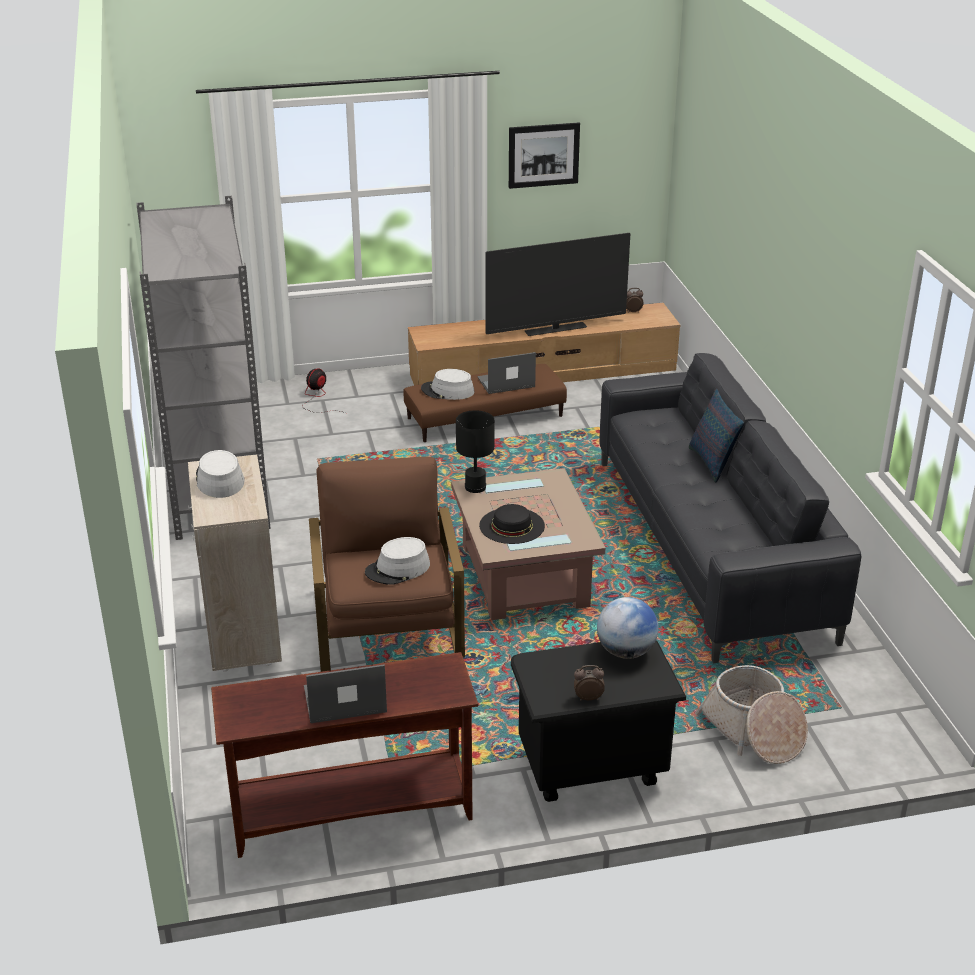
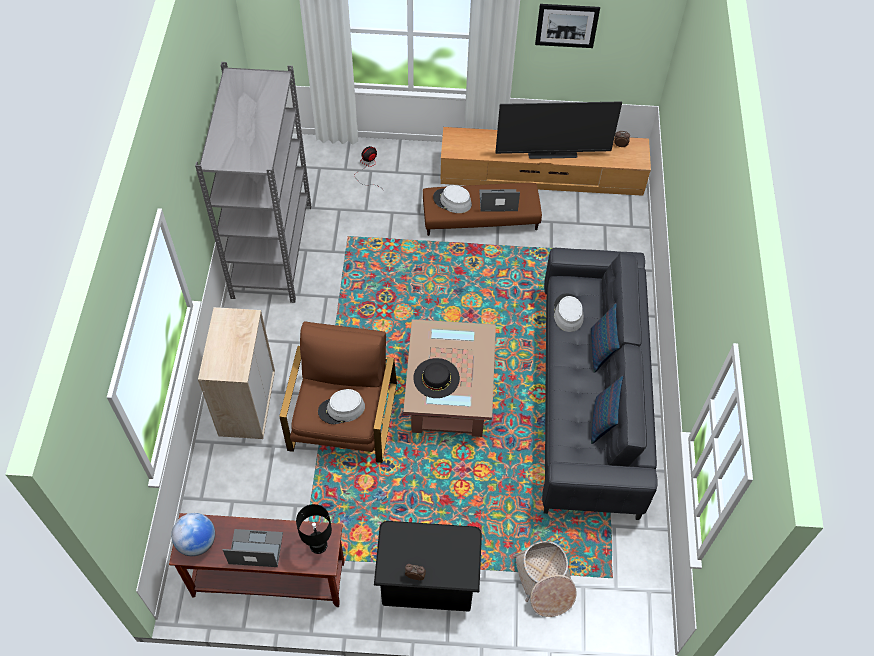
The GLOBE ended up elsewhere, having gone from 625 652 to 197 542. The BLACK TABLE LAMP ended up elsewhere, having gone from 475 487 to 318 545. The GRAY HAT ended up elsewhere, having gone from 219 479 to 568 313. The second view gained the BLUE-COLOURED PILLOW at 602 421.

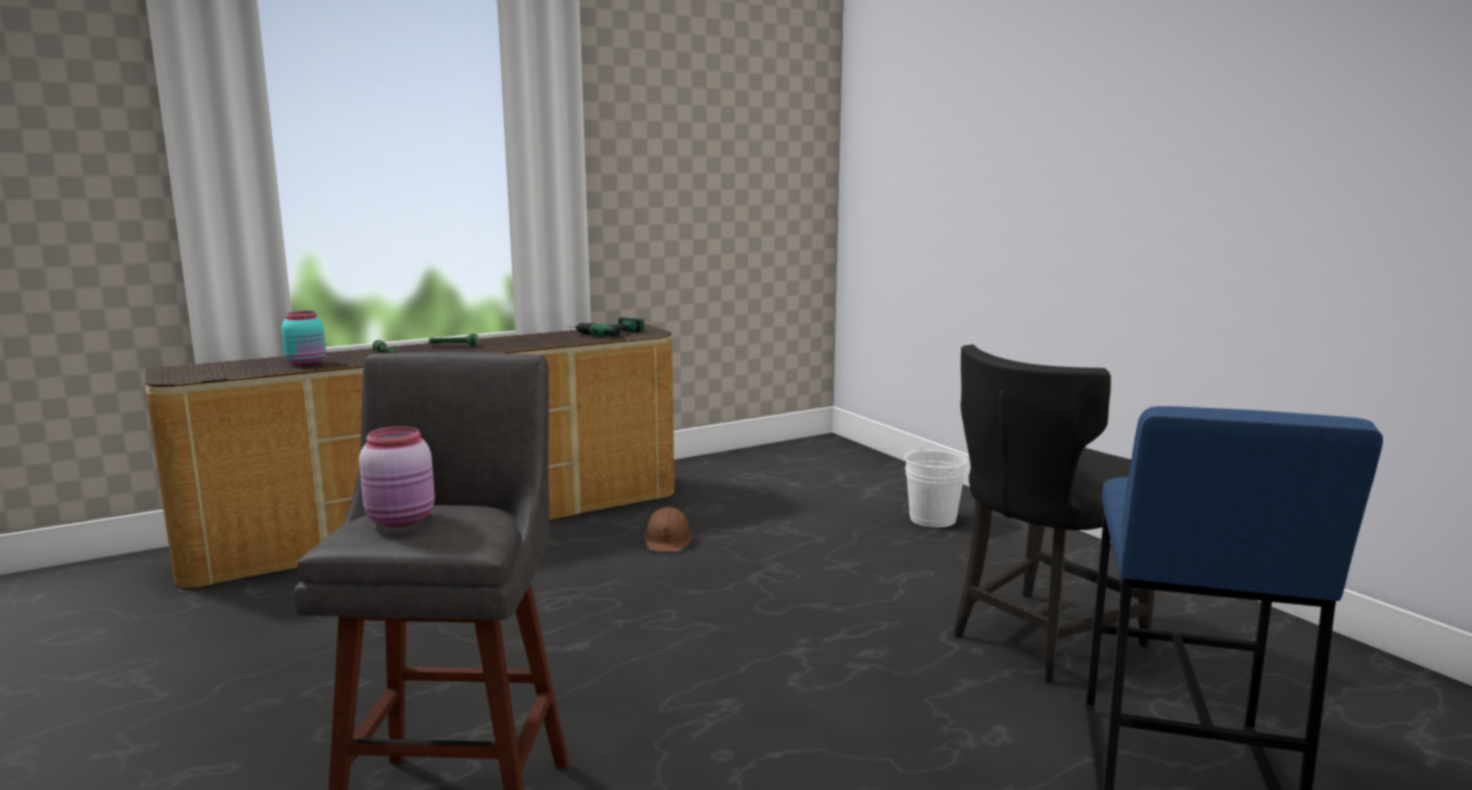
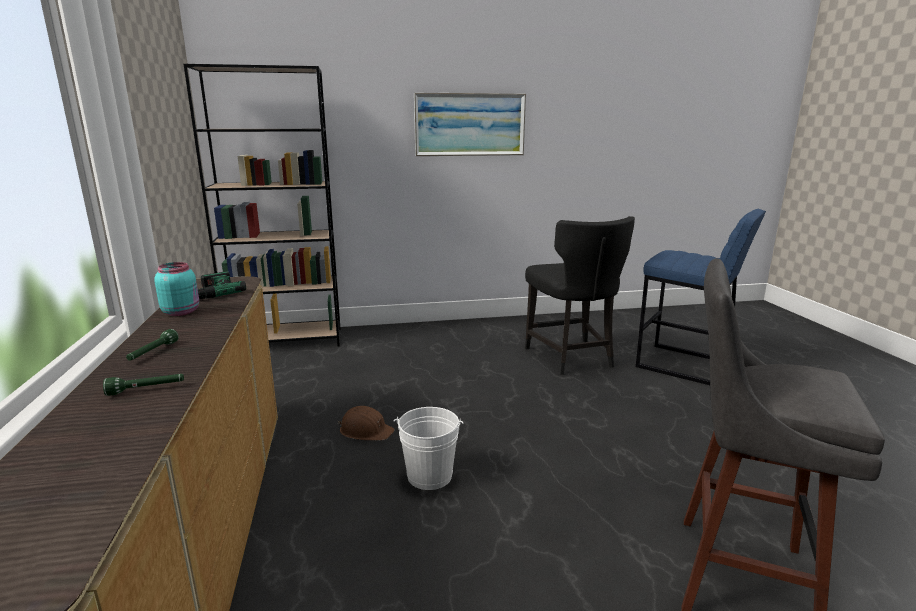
The TURQUOISE PRESERVE JAR ended up elsewhere, having gone from 307 363 to 182 312. The second view gained the SAND-COLOURED SHELVING UNIT at 287 340. The WHITISH WATER BUCKET ended up elsewhere, having gone from 932 519 to 429 475. The second view gained the PICTURE at 469 124. The second view lost the PINK PRESERVE JAR at 402 520.

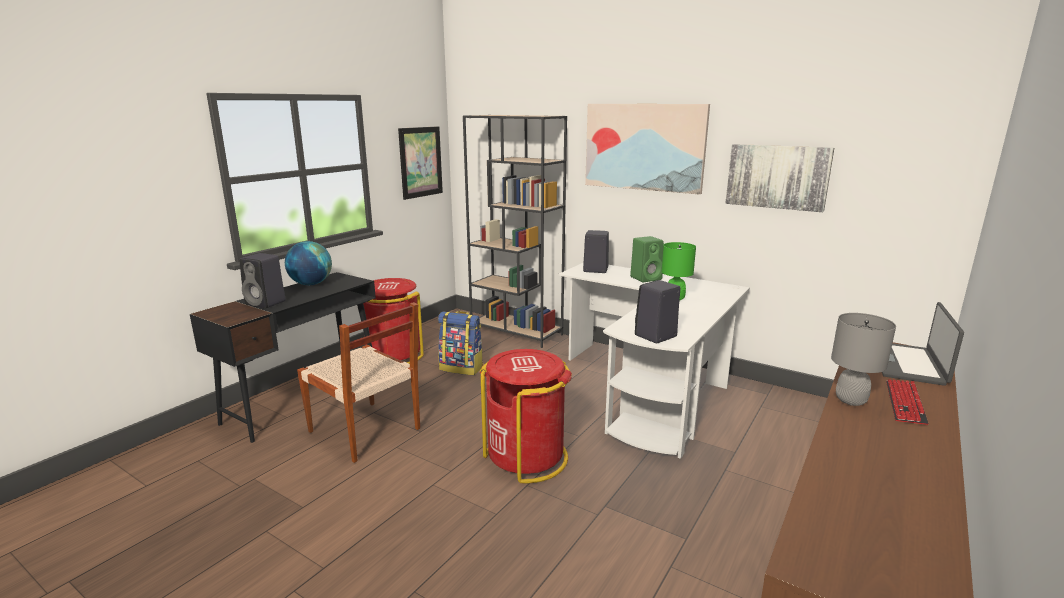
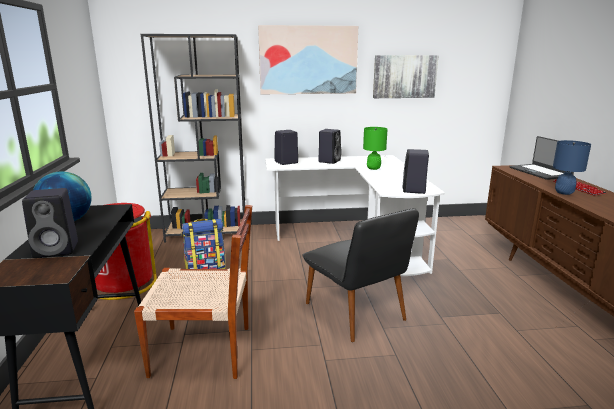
Where the RED TRASH CAN stood at 527 457, the BLACK CHAIR came to stand at 354 311. What was the GREENISH SPEAKER at 646 278 turned into the BLACK SPEAKER at 329 161. What was the GRAY TABLE LAMP at 851 401 turned into the BLUE-COLOURED TABLE LAMP at 564 193. The second view lost the PICTURE at 420 162.

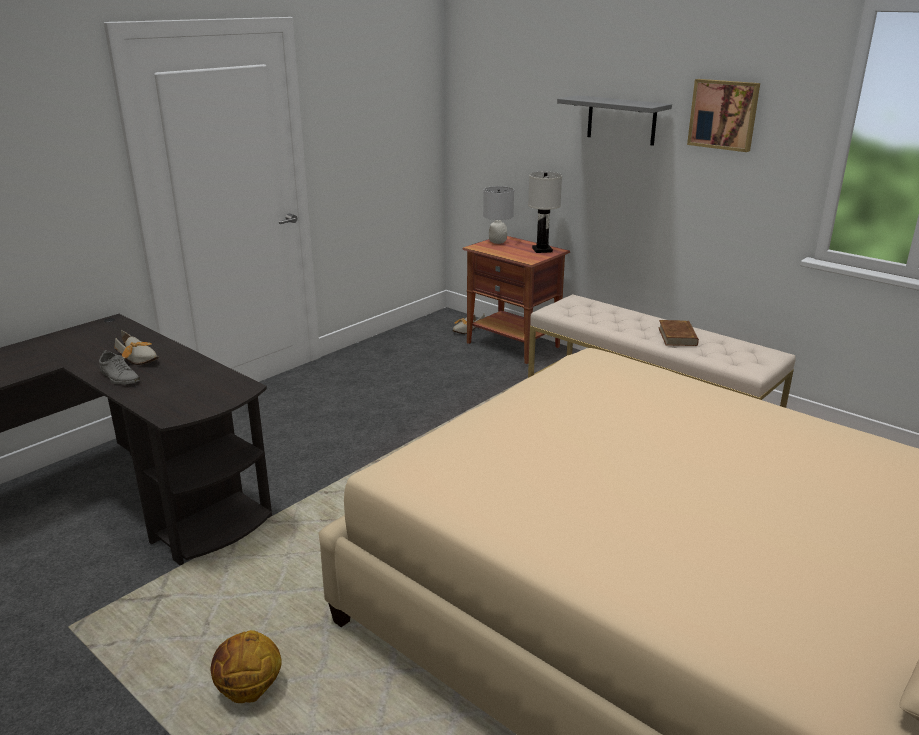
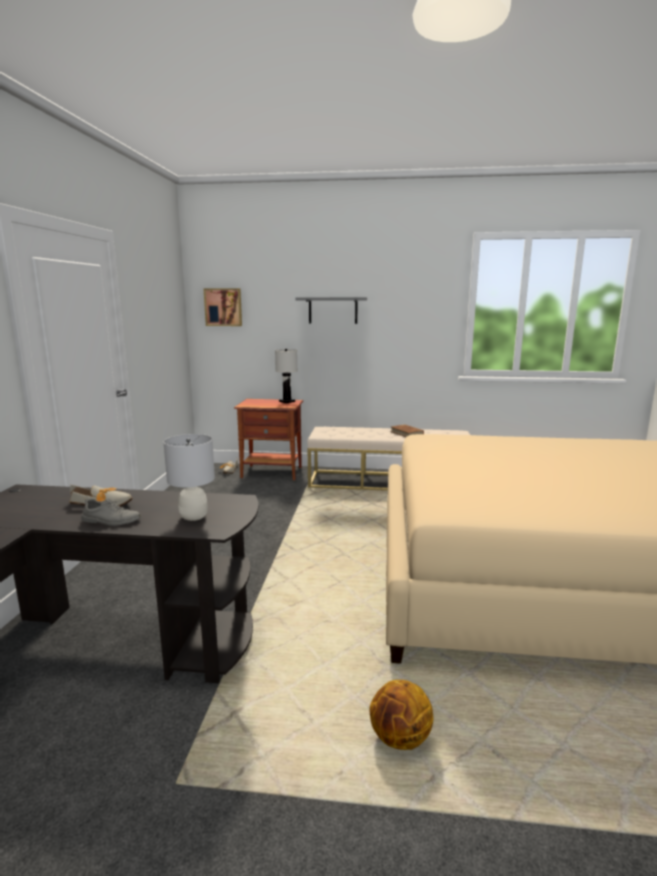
The GRAY TABLE LAMP ended up elsewhere, having gone from 497 242 to 193 518. The PICTURE ended up elsewhere, having gone from 724 114 to 223 307.

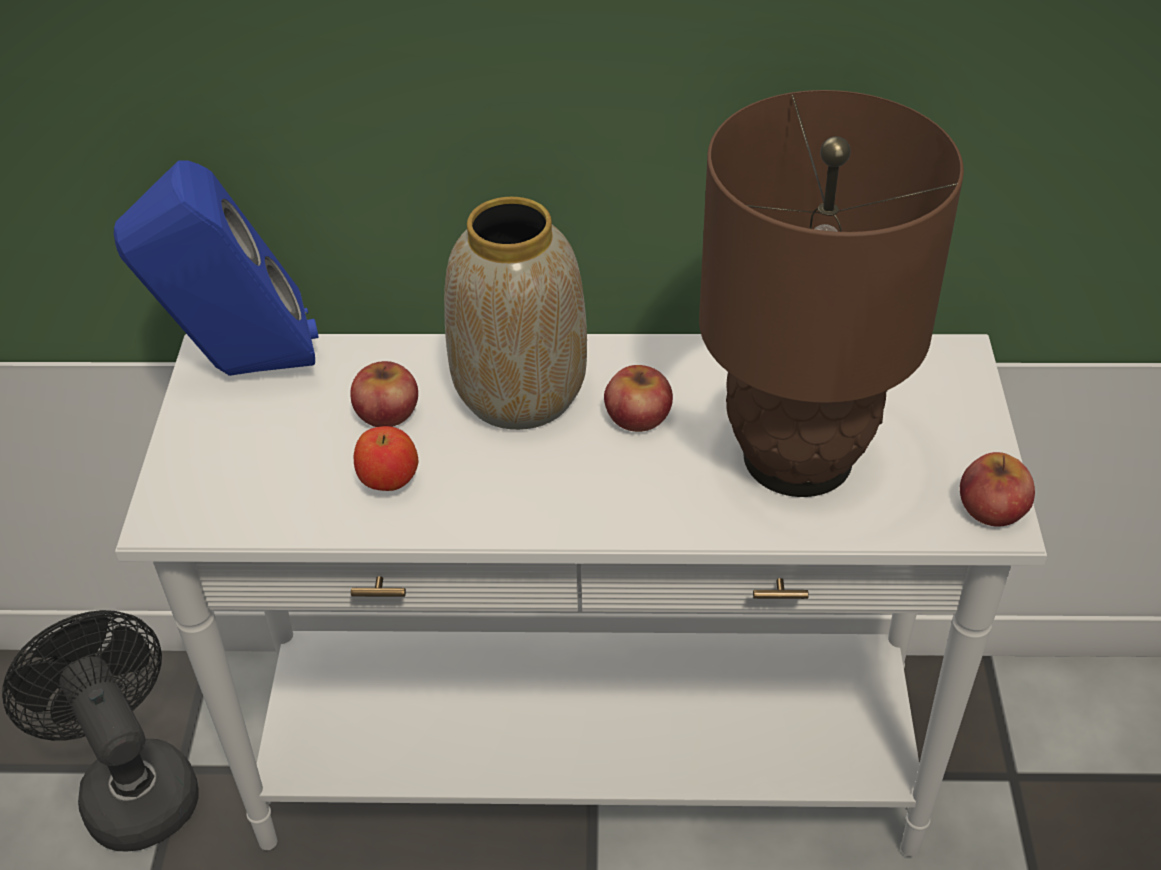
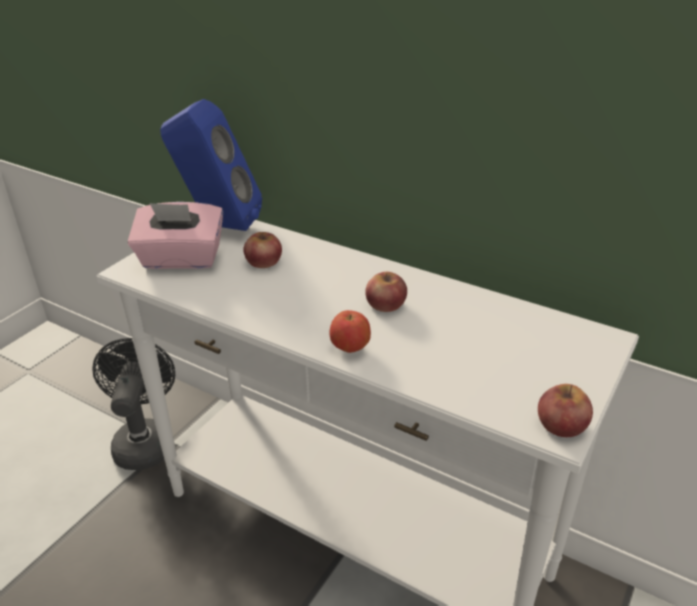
The second view gained the PINK BOX OF TISSUES at 181 259. The APPLE FRUIT ended up elsewhere, having gone from 389 481 to 350 348. The second view lost the VASE at 522 393. The second view lost the BROWNISH TABLE LAMP at 796 457.

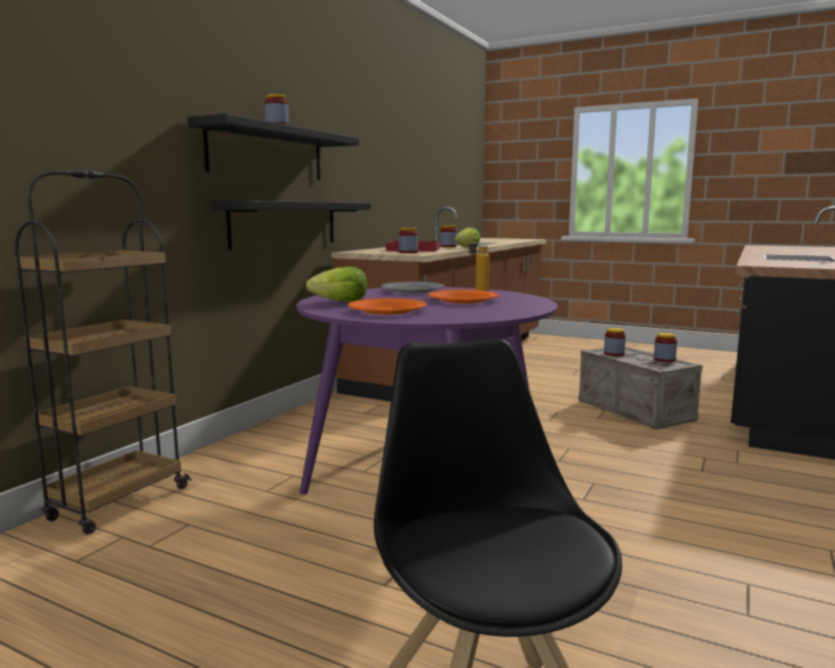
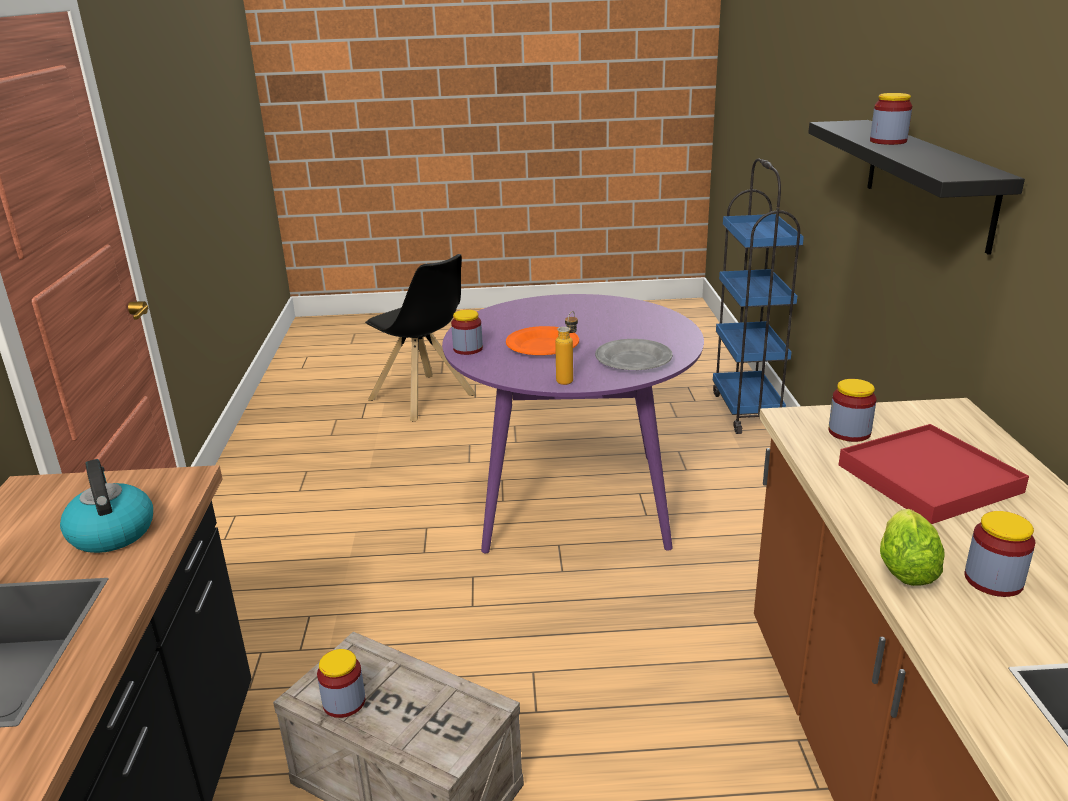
The second view gained the TEA KETTLE at 111 532. The PRESERVE JAR ended up elsewhere, having gone from 614 354 to 468 349. What was the BROWNISH CART at 118 504 turned into the BLUE-COLOURED CART at 747 412. The second view lost the BLACK SHELF at 285 224. The second view lost the LETTUCE HEAD at 340 302. The second view lost the ORANGE PLATE at 387 311.

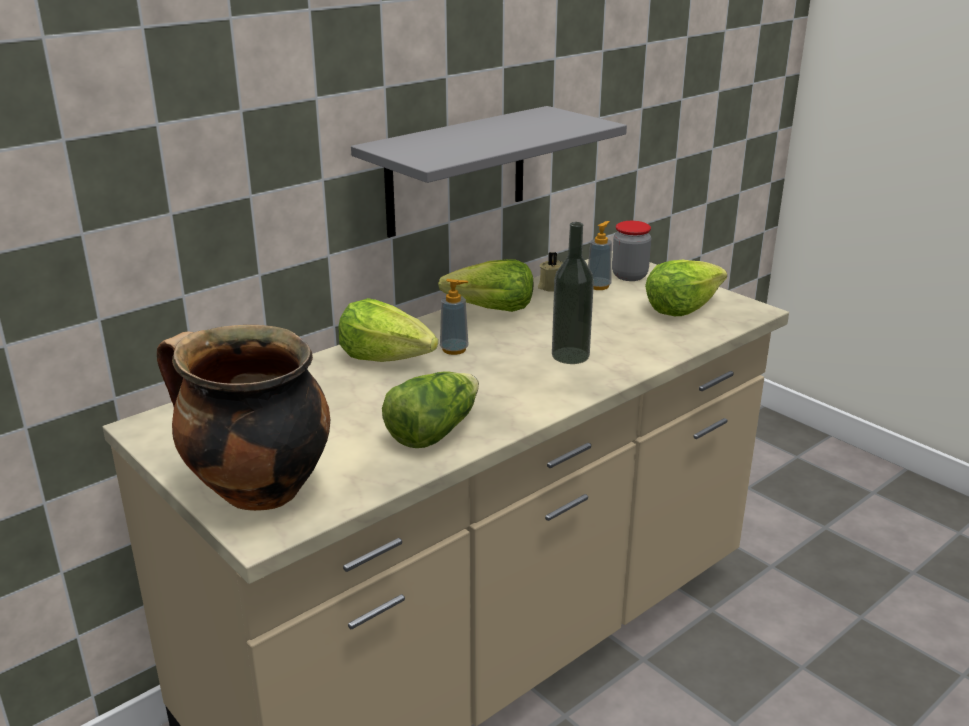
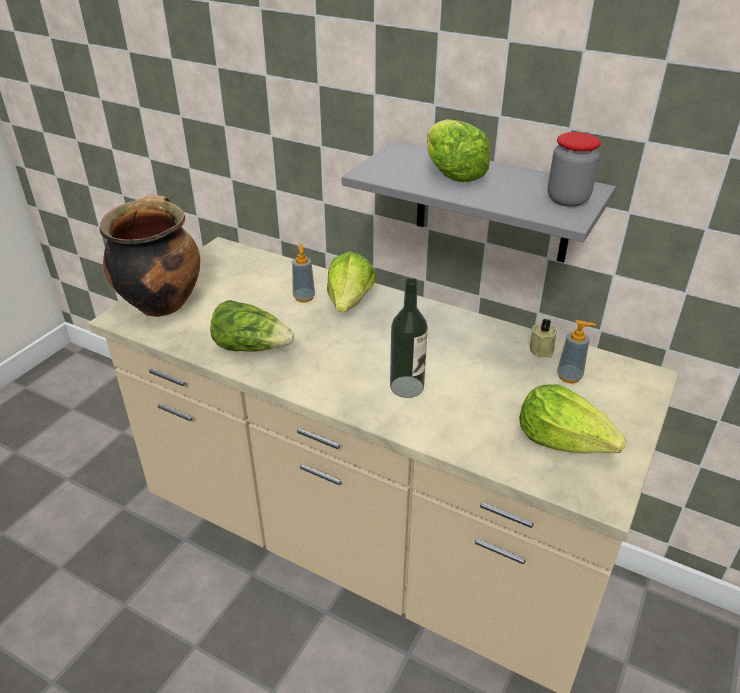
The SOAP DISPENSER ended up elsewhere, having gone from 454 349 to 304 297. The LETTUCE HEAD ended up elsewhere, having gone from 490 310 to 451 172. The PRESERVE JAR ended up elsewhere, having gone from 629 276 to 567 199.

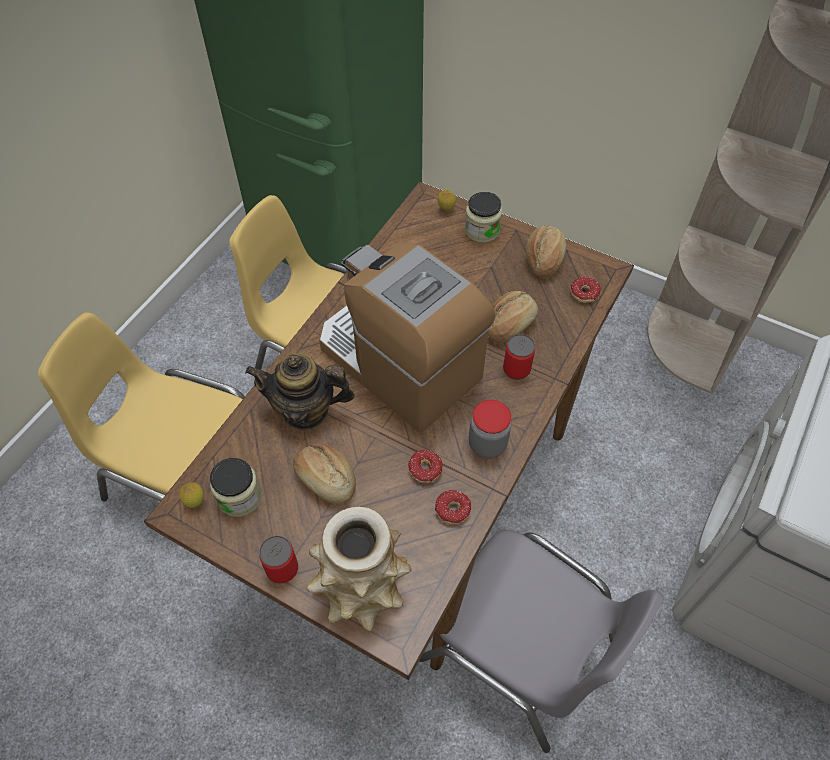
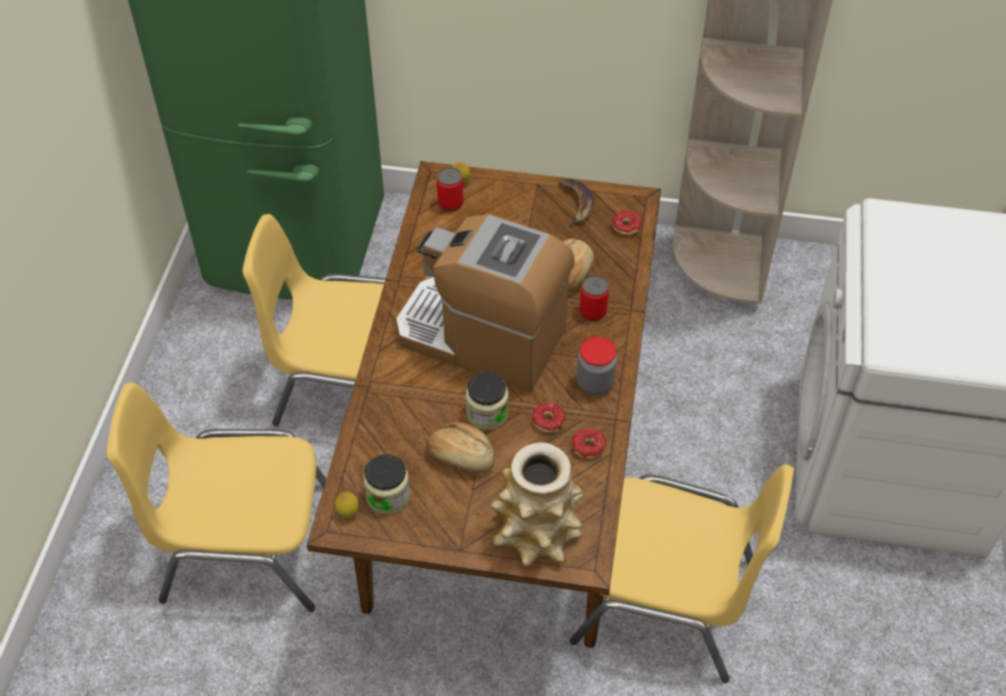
The METAL CAN ended up elsewhere, having gone from 282 569 to 450 203. The PRESERVE JAR ended up elsewhere, having gone from 482 230 to 487 413. Where the BREAD stood at 543 259, the WHOLE BANANA came to stand at 575 205. What was the GRAY CHAIR at 521 650 turned into the YELLOW CHAIR at 668 601. The second view lost the POT FOR TEA at 305 411.

